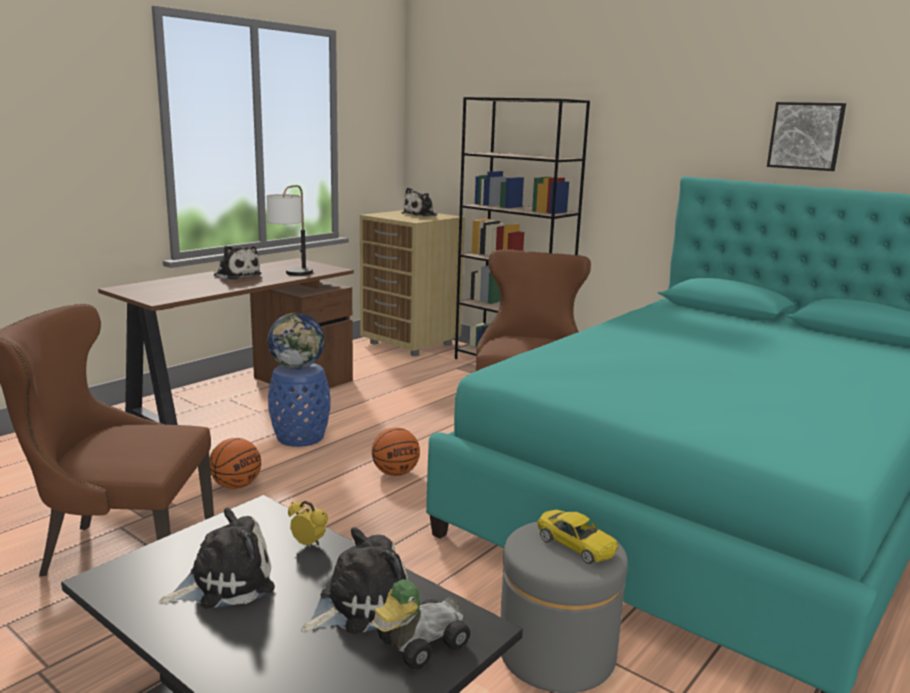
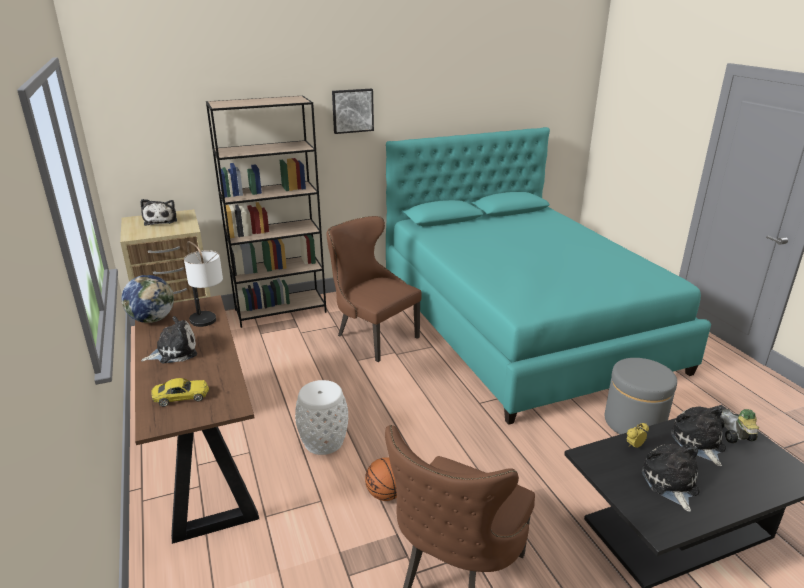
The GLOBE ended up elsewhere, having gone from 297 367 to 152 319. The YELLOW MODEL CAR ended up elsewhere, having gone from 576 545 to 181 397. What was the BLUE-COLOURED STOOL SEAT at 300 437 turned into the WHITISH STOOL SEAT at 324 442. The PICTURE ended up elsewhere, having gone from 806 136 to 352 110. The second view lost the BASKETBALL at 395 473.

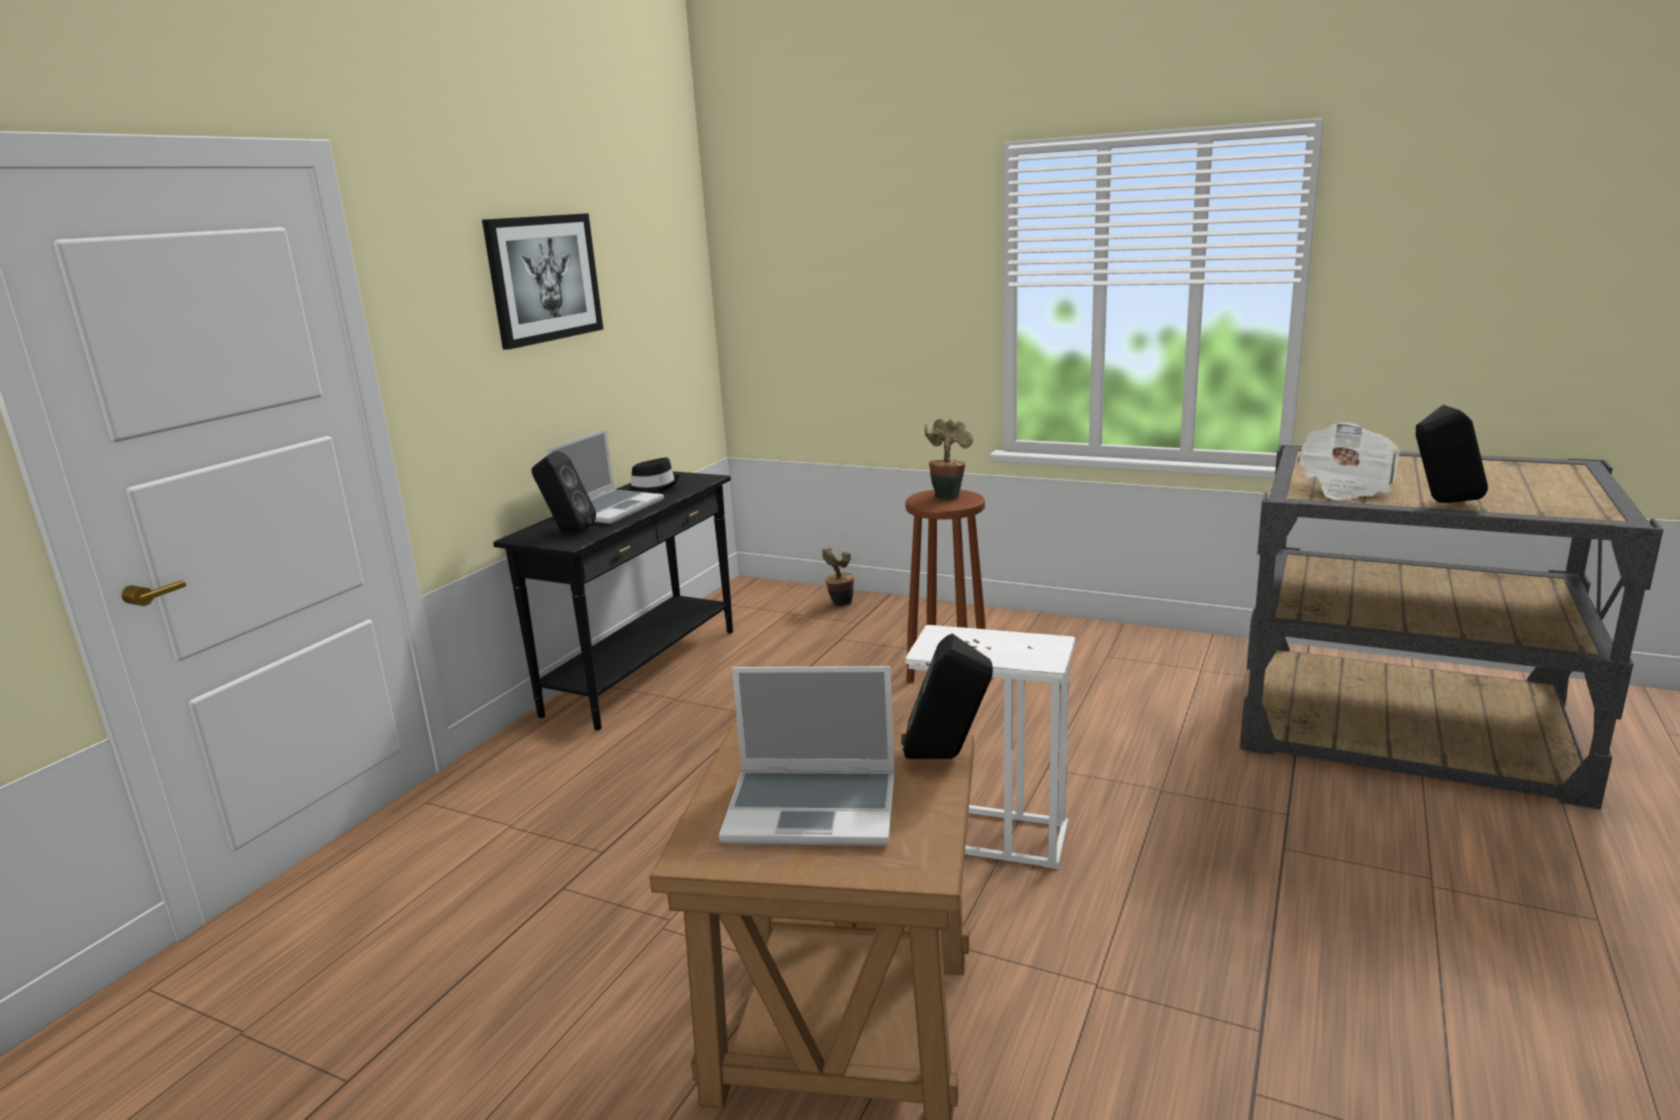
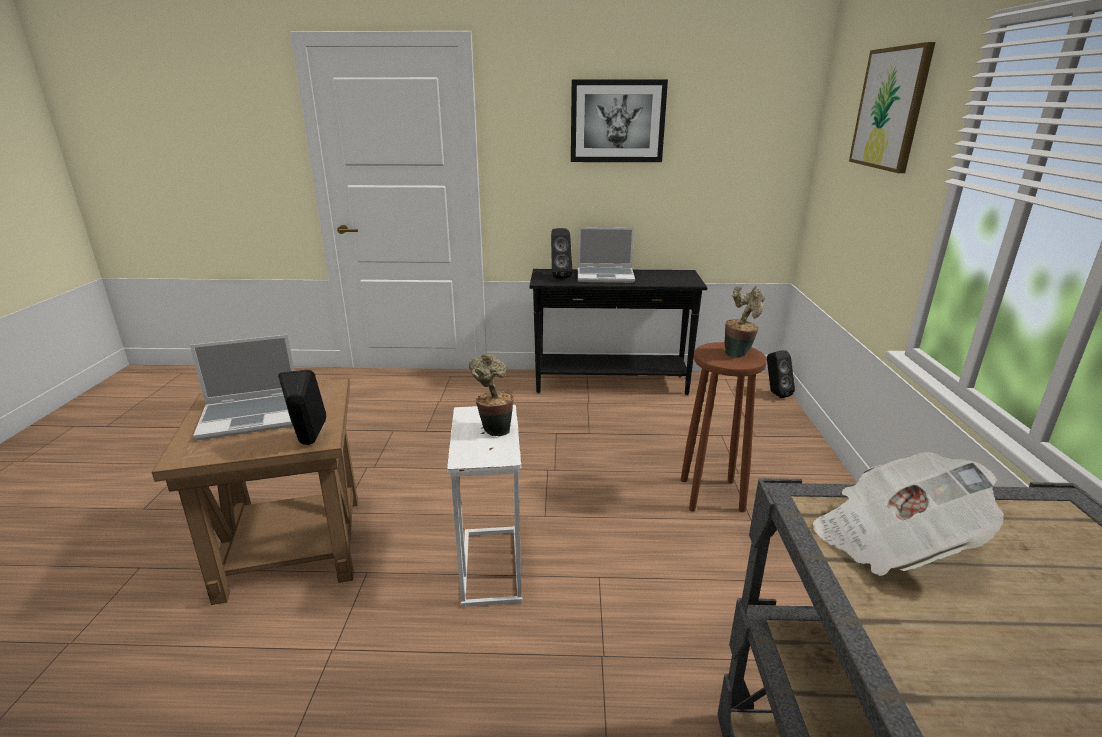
The NOTEBOOK COMPUTER at 814 808 ended up facing another way, 90 degrees counterclockwise from before. The HOUSEPLANT ended up elsewhere, having gone from 839 604 to 494 429. The BLACK SPEAKER ended up elsewhere, having gone from 1441 502 to 775 393. The second view gained the PICTURE at 890 109. The second view lost the BLACK HAT at 653 487.

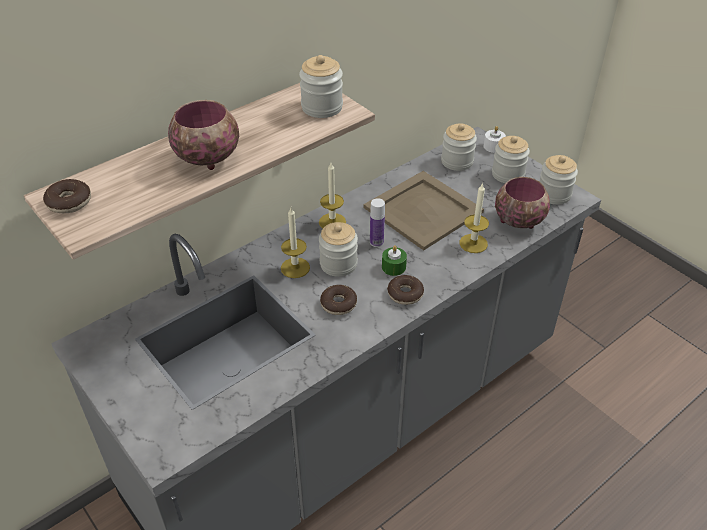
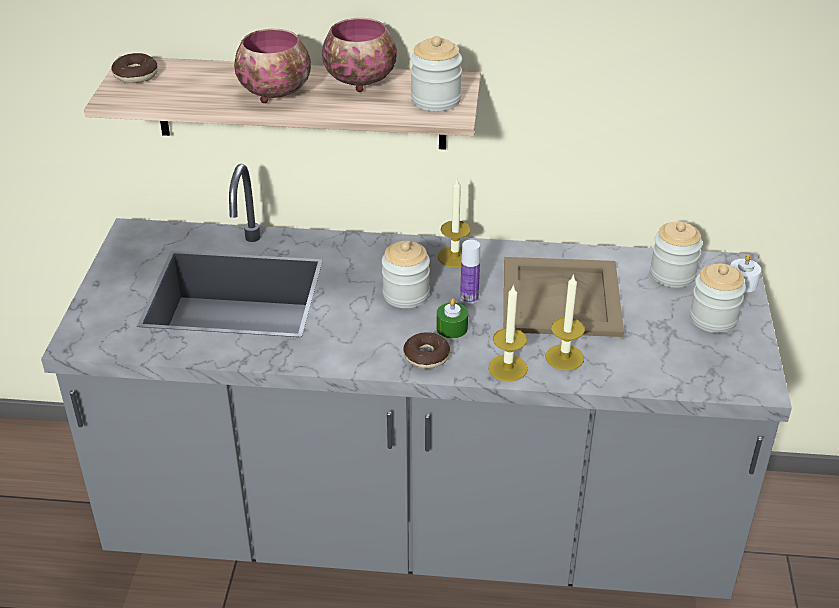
The SERVING BOWL ended up elsewhere, having gone from 518 220 to 361 81. The WAX LIGHT ended up elsewhere, having gone from 295 268 to 508 368. The second view lost the DOUGHNUT at 338 304. The second view lost the PRESERVE JAR at 554 194.

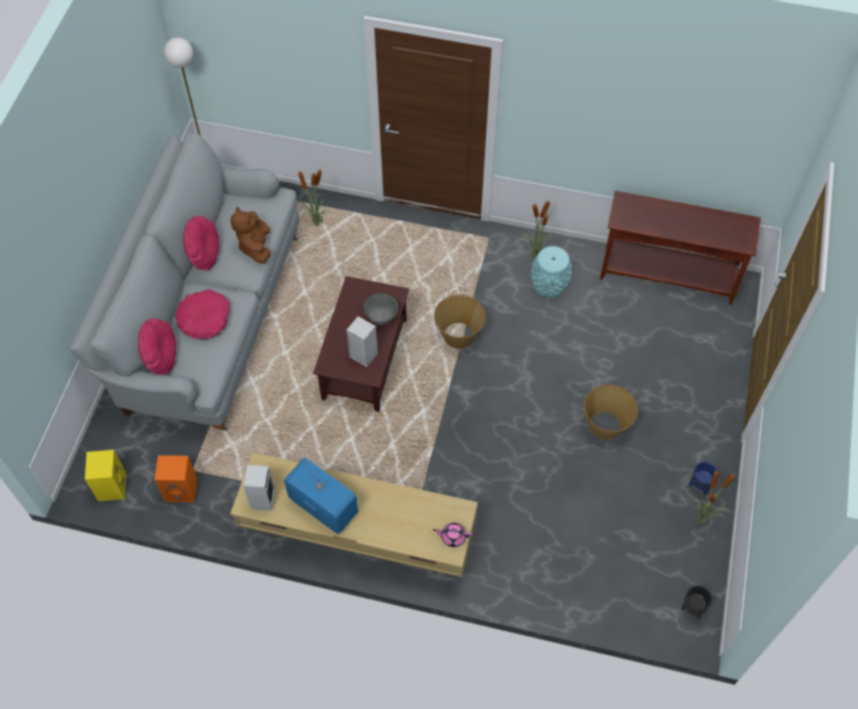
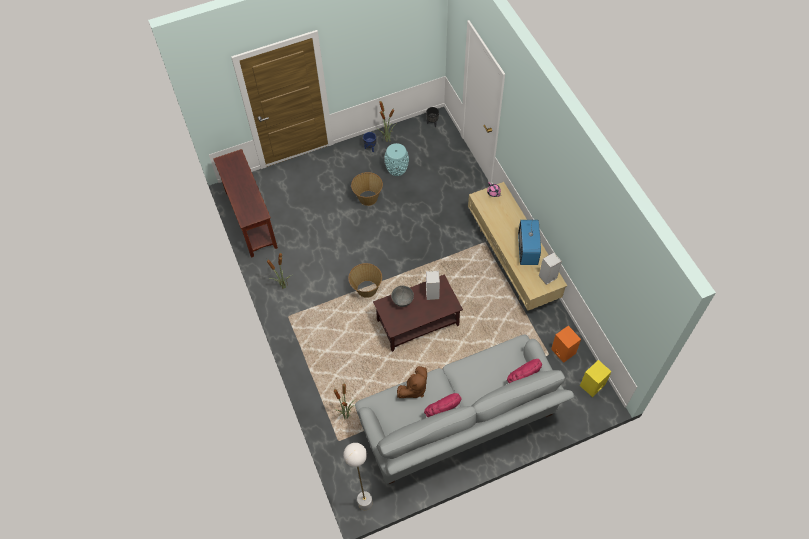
The TURQUOISE STOOL SEAT ended up elsewhere, having gone from 548 286 to 397 169. The second view lost the PINK PILLOW at 203 319.

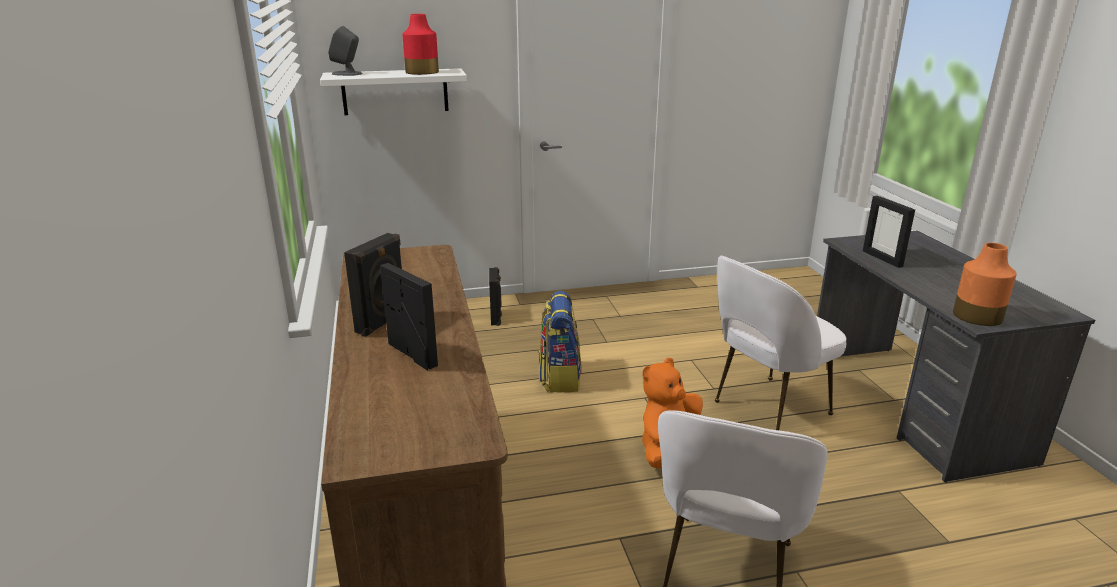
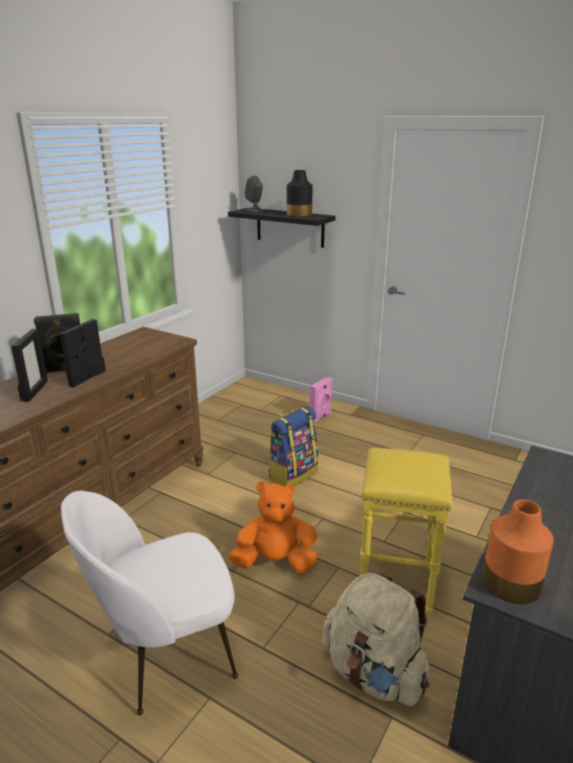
The STANDING FRAME ended up elsewhere, having gone from 883 258 to 87 378. What was the WHITISH SHELF at 395 91 turned into the BLACK SHELF at 290 227. What was the RED VASE at 422 72 turned into the BLACK VASE at 299 214. What was the BLACK SPEAKER at 496 317 turned into the PINK SPEAKER at 321 417. The second view gained the SAND-COLOURED RUCKSACK at 374 673. Where the WHITISH CHAIR stood at 765 411, the YELLOW STOOL SEAT came to stand at 394 581.

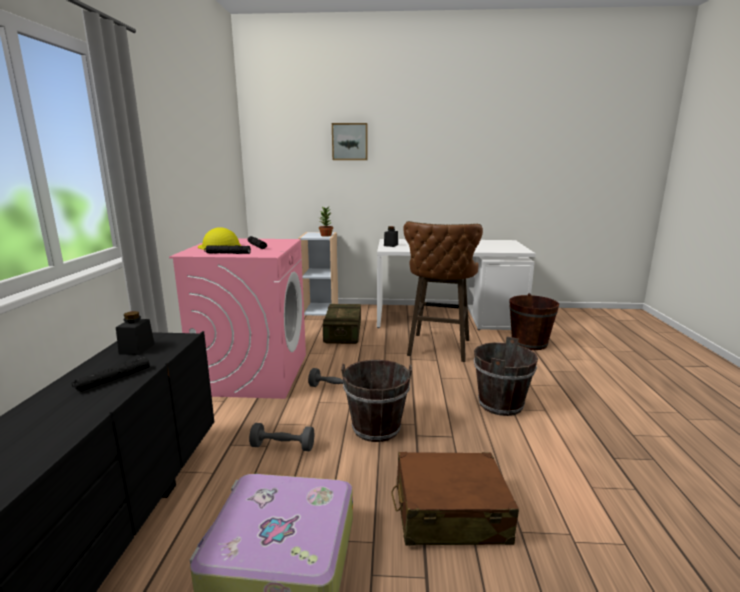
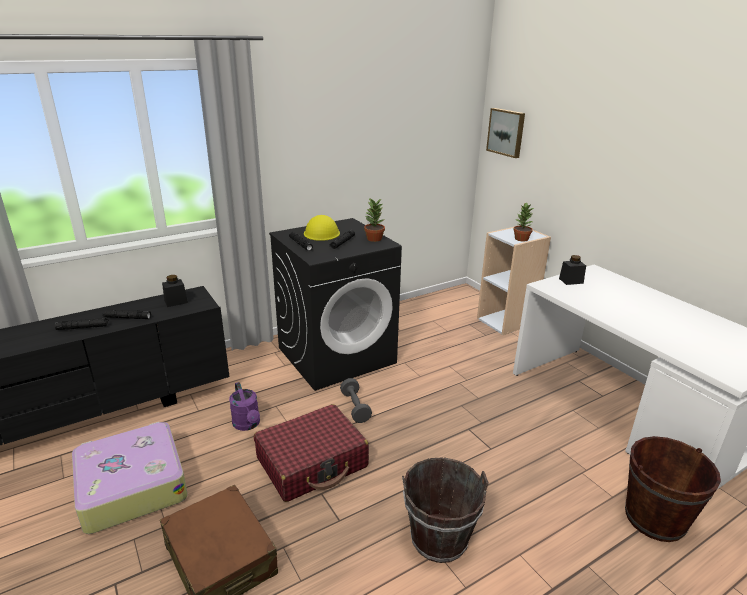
The second view gained the BLACK FLASHLIGHT at 83 327. Where the GRAY DUMBBELL stood at 282 447, the PURPLE WATERING POT came to stand at 248 425. Where the BROWNISH WATER BUCKET stood at 376 428, the RED SUITCASE came to stand at 312 462. What was the PINK WASHING MACHINE at 253 373 turned into the BLACK WASHING MACHINE at 337 355. The second view gained the HOUSEPLANT at 373 239. The PICTURE ended up elsewhere, having gone from 350 142 to 506 132. The second view lost the CRATE at 343 333. The second view lost the BROWNISH STOOL SEAT at 438 348.

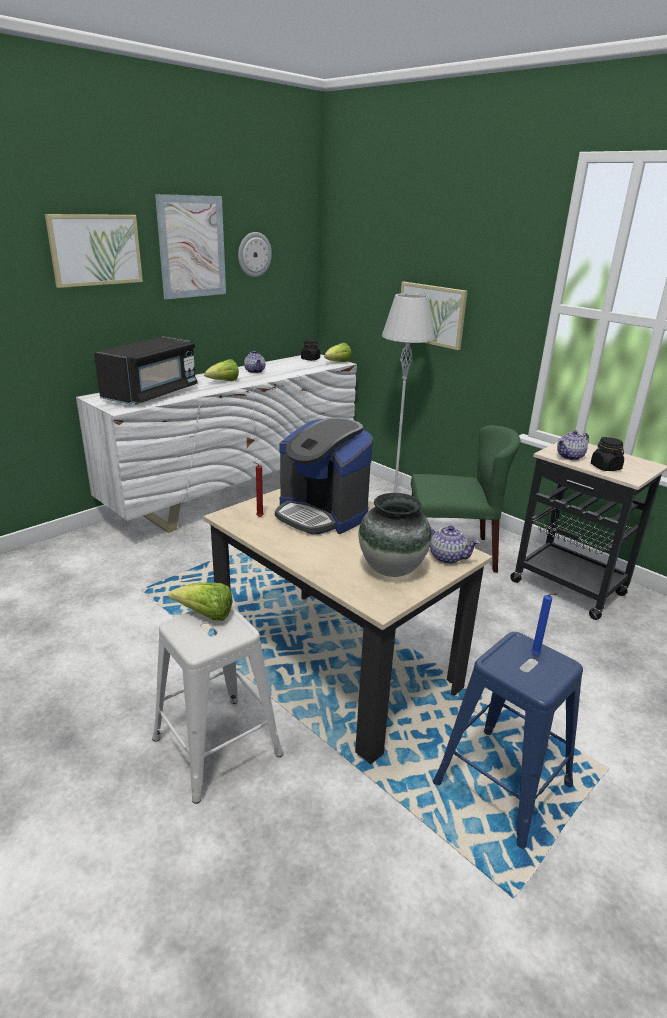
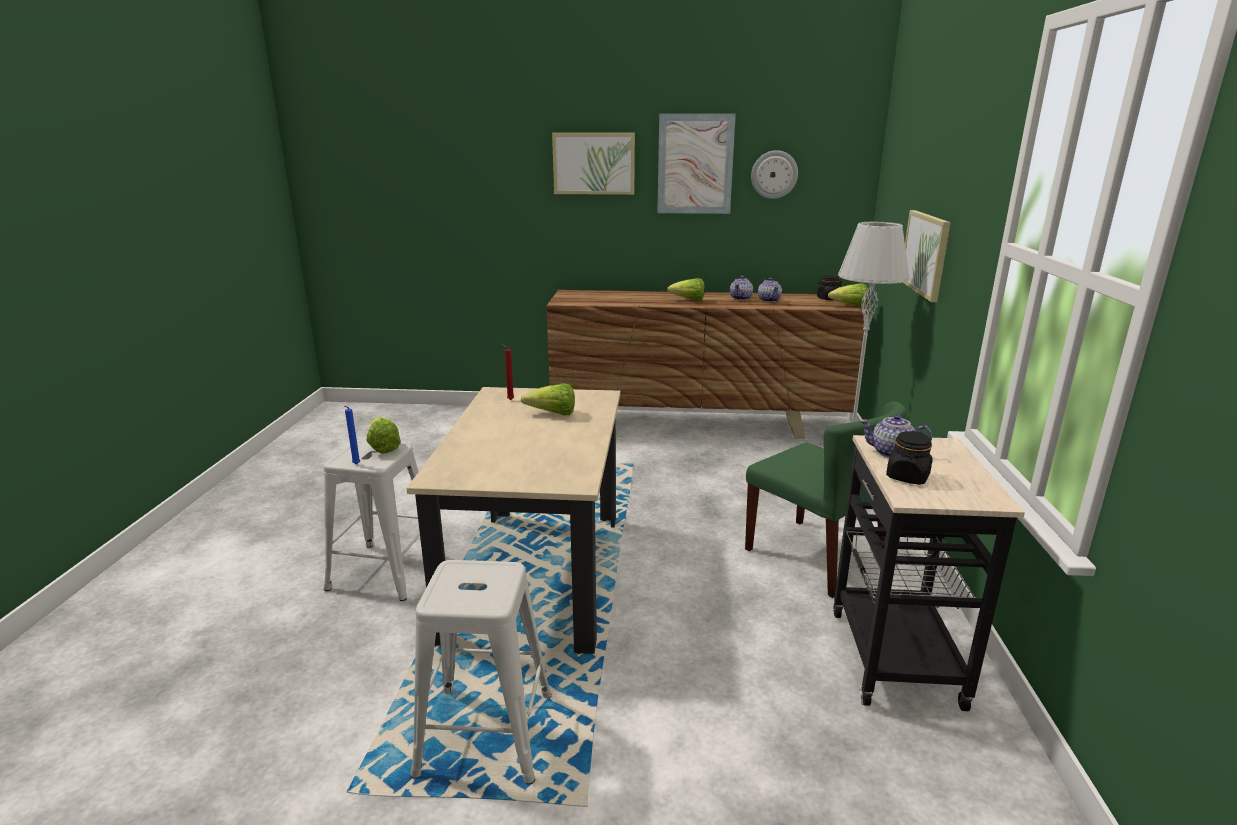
The BLUE-COLOURED WAX LIGHT ended up elsewhere, having gone from 536 655 to 355 465. What was the BLUE-COLOURED STOOL SEAT at 502 784 turned into the WHITISH STOOL SEAT at 485 733. Where the COFFEE MAKER stood at 321 514, the LETTUCE HEAD came to stand at 553 414. What was the WHITISH CABINET at 237 494 turned into the BROWNISH CABINET at 700 425. The POT FOR TEA ended up elsewhere, having gone from 446 557 to 769 300. The second view lost the BLACK MICROWAVE OVEN at 152 394. The second view lost the VASE at 392 569.

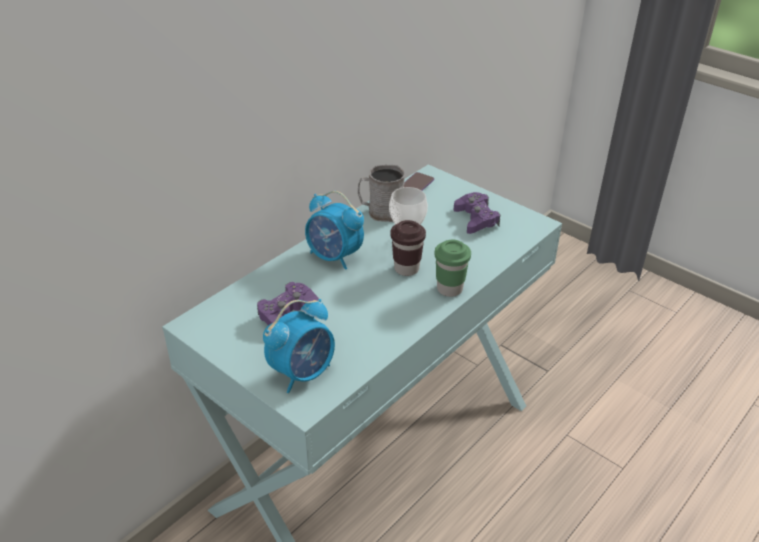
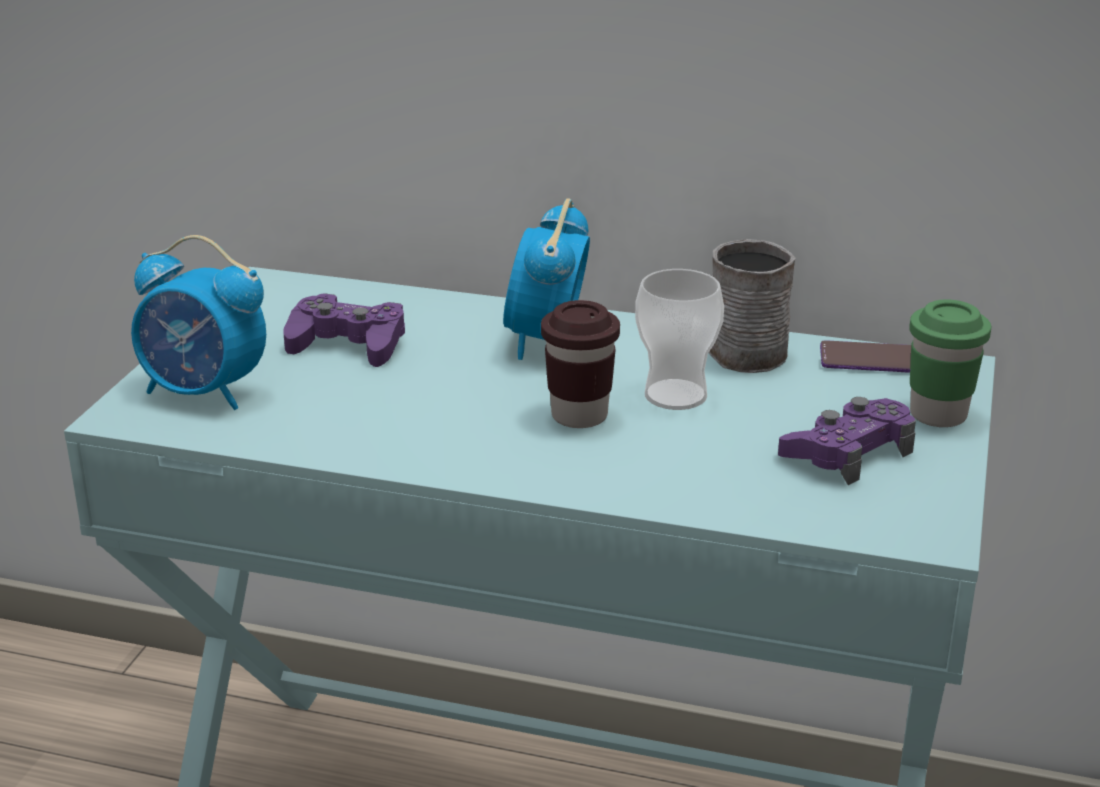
The GREENISH CUP ended up elsewhere, having gone from 449 289 to 938 415.

